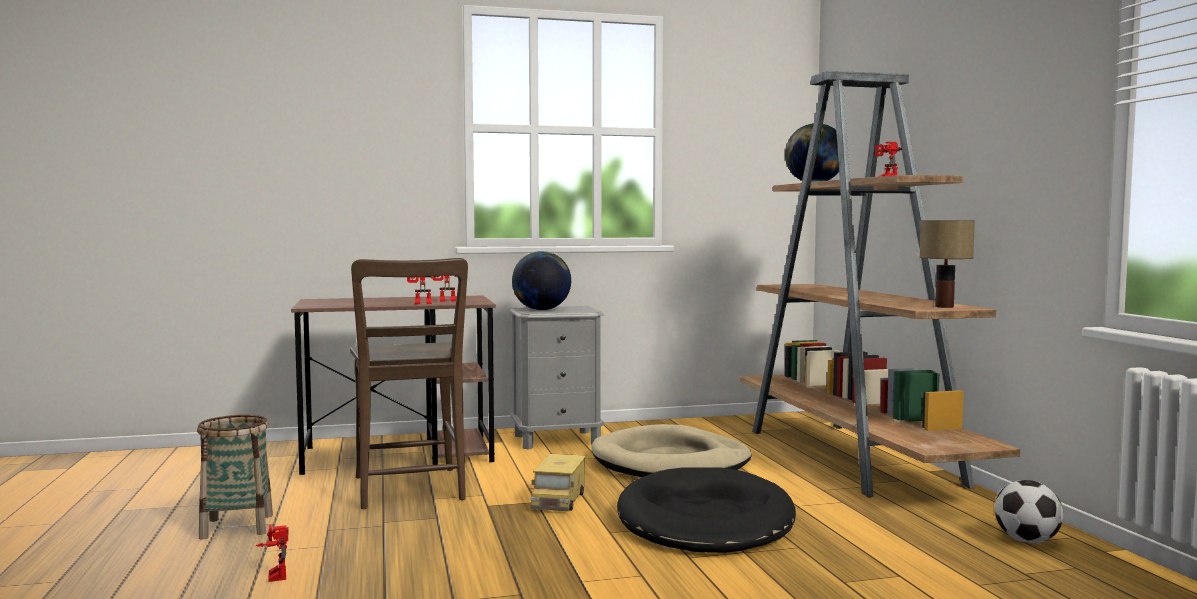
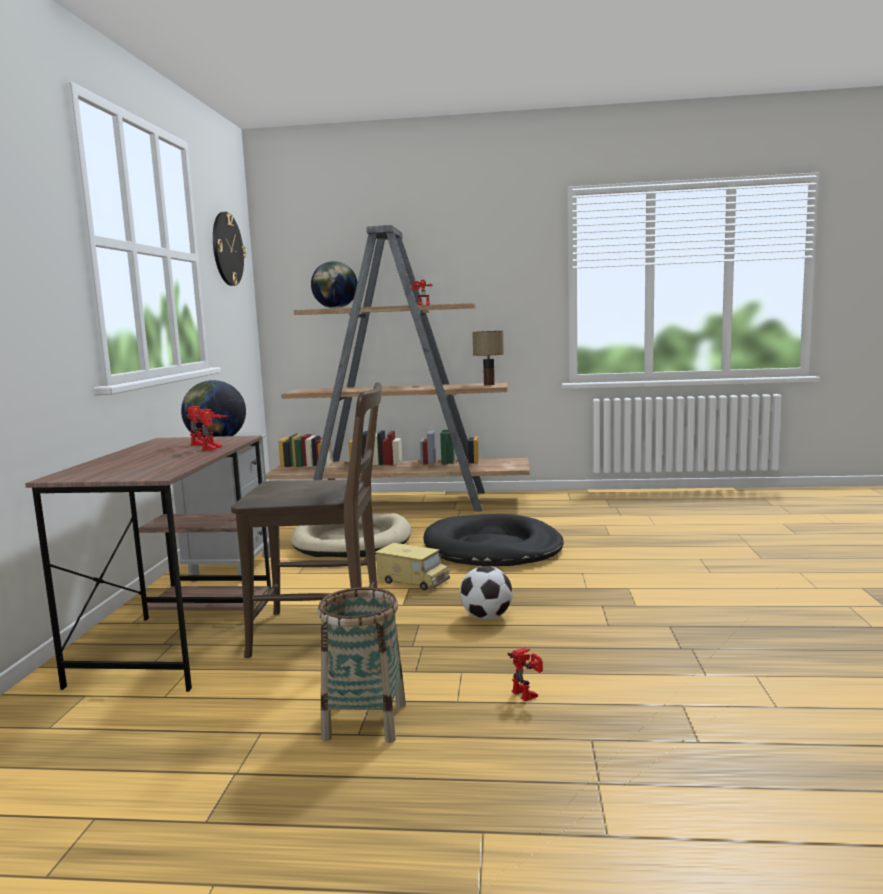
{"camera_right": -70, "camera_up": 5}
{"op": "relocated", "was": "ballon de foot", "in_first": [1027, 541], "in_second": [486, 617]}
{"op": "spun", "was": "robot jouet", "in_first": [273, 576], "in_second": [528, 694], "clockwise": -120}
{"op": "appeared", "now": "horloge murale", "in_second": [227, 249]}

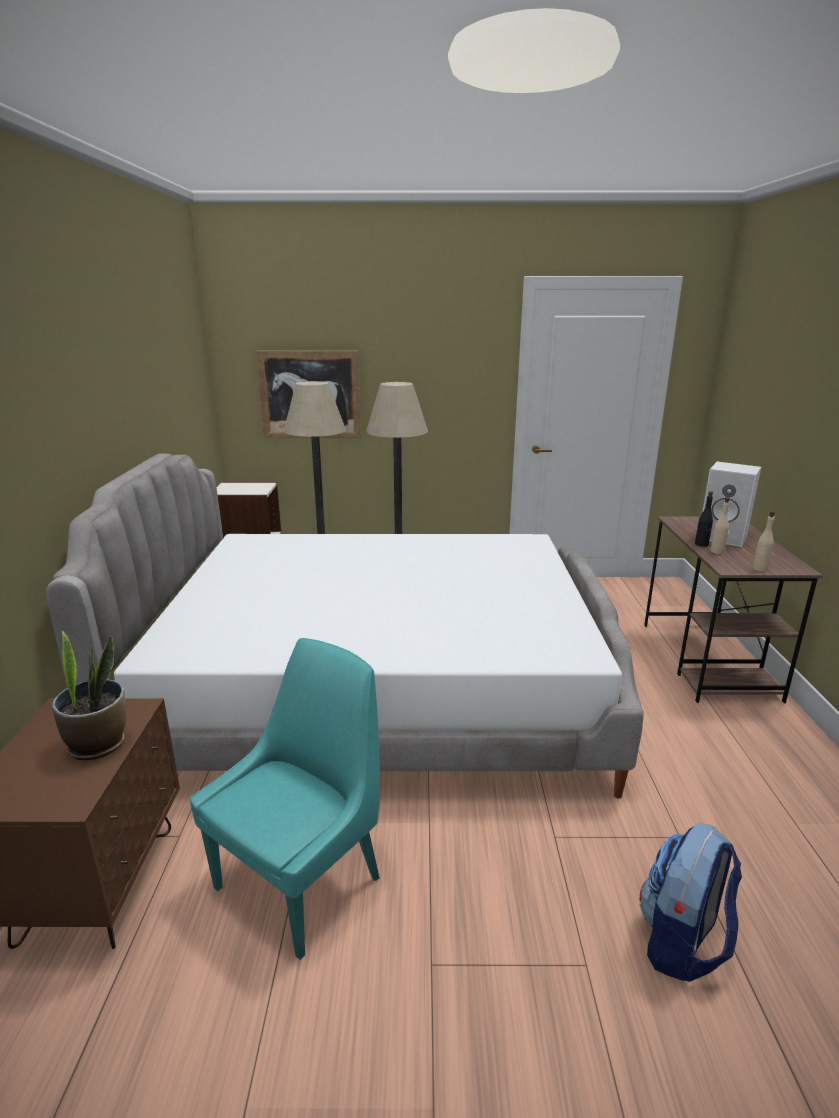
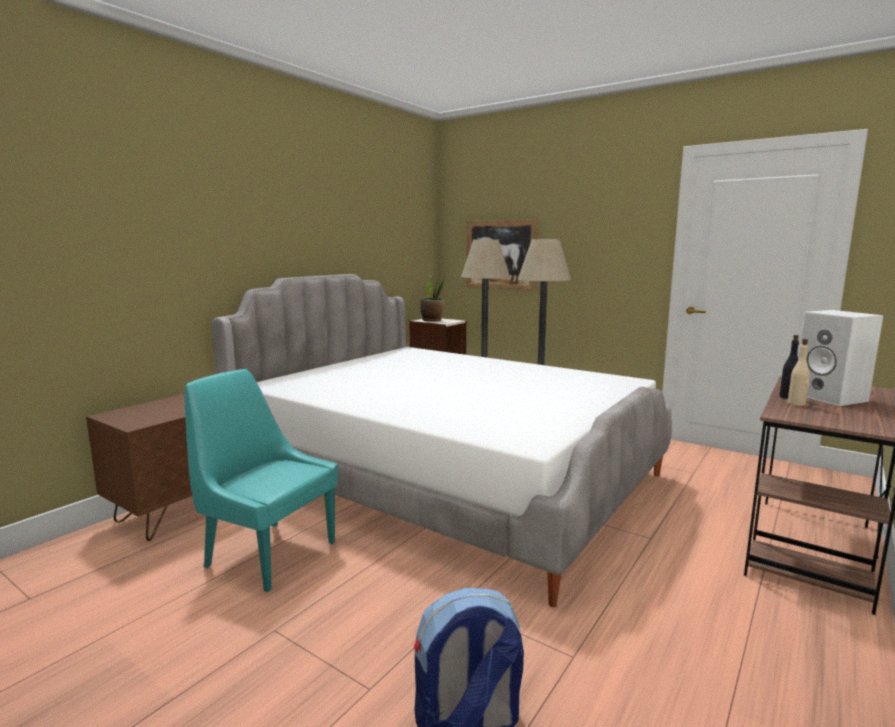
{"camera_right": 35, "camera_up": -10}
{"op": "missing", "was": "bouteille (beige)", "in_first": [759, 569]}
{"op": "relocated", "was": "plante en pot", "in_first": [98, 744], "in_second": [432, 320]}
{"op": "spun", "was": "chaise (turquoise)", "in_first": [303, 879], "in_second": [268, 553], "clockwise": -135}

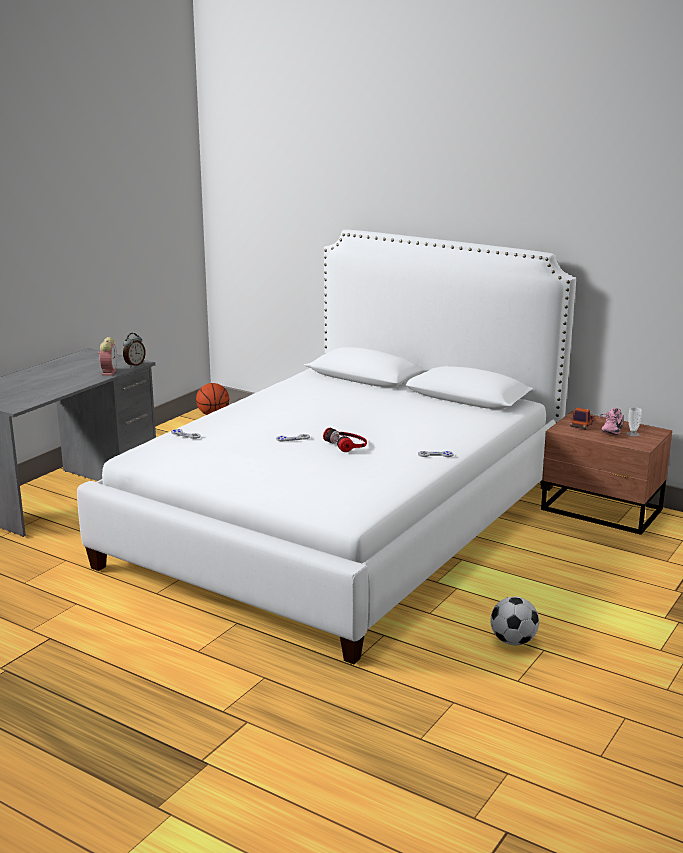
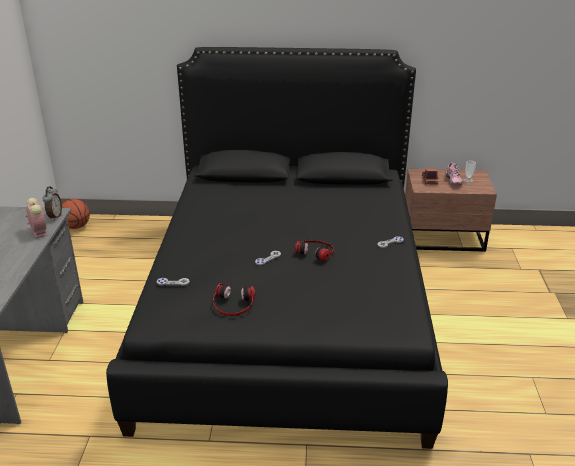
{"camera_right": -30, "camera_up": 10}
{"op": "colour", "was": "lit (blanc)", "now": "lit (noir)", "in_first": [340, 523], "in_second": [286, 308]}
{"op": "missing", "was": "ballon de foot", "in_first": [513, 641]}
{"op": "appeared", "now": "casque audio", "in_second": [233, 304]}

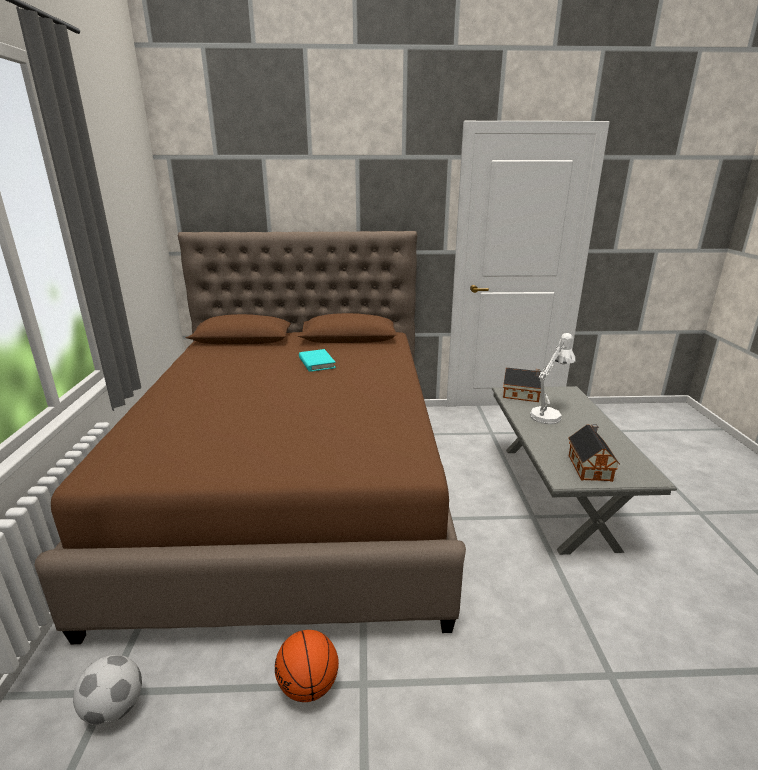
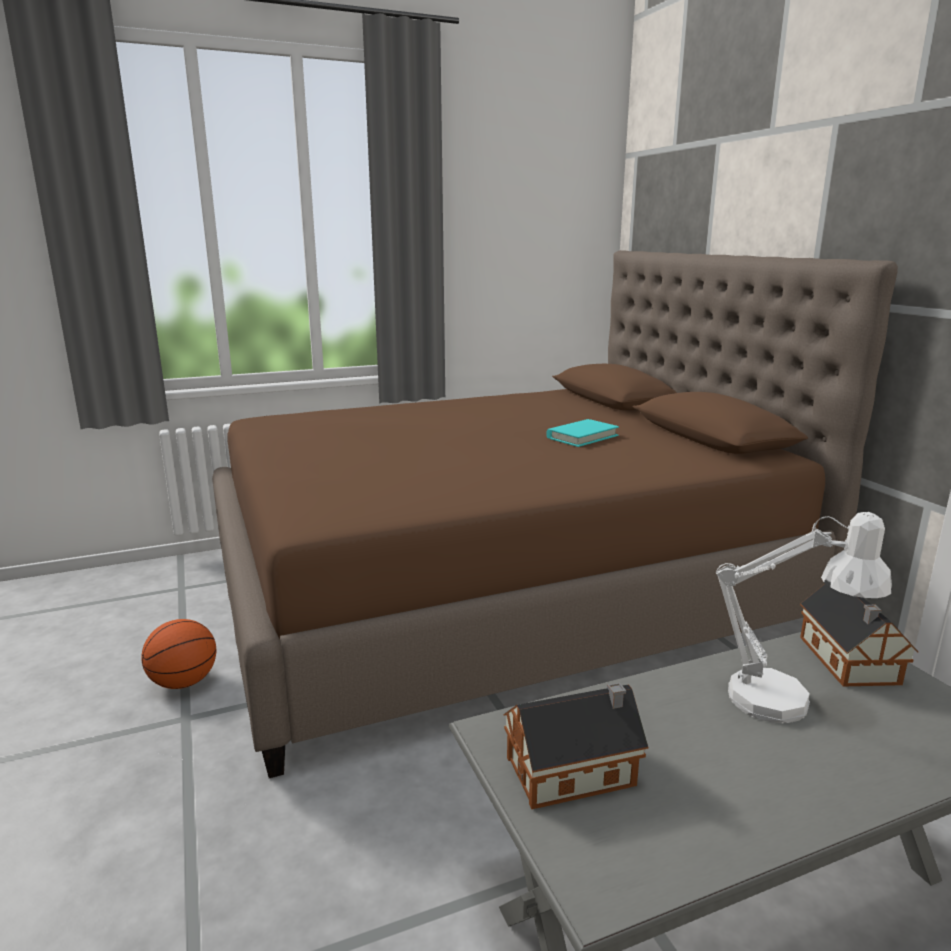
{"camera_right": 70, "camera_up": -5}
{"op": "missing", "was": "ballon de foot", "in_first": [114, 709]}

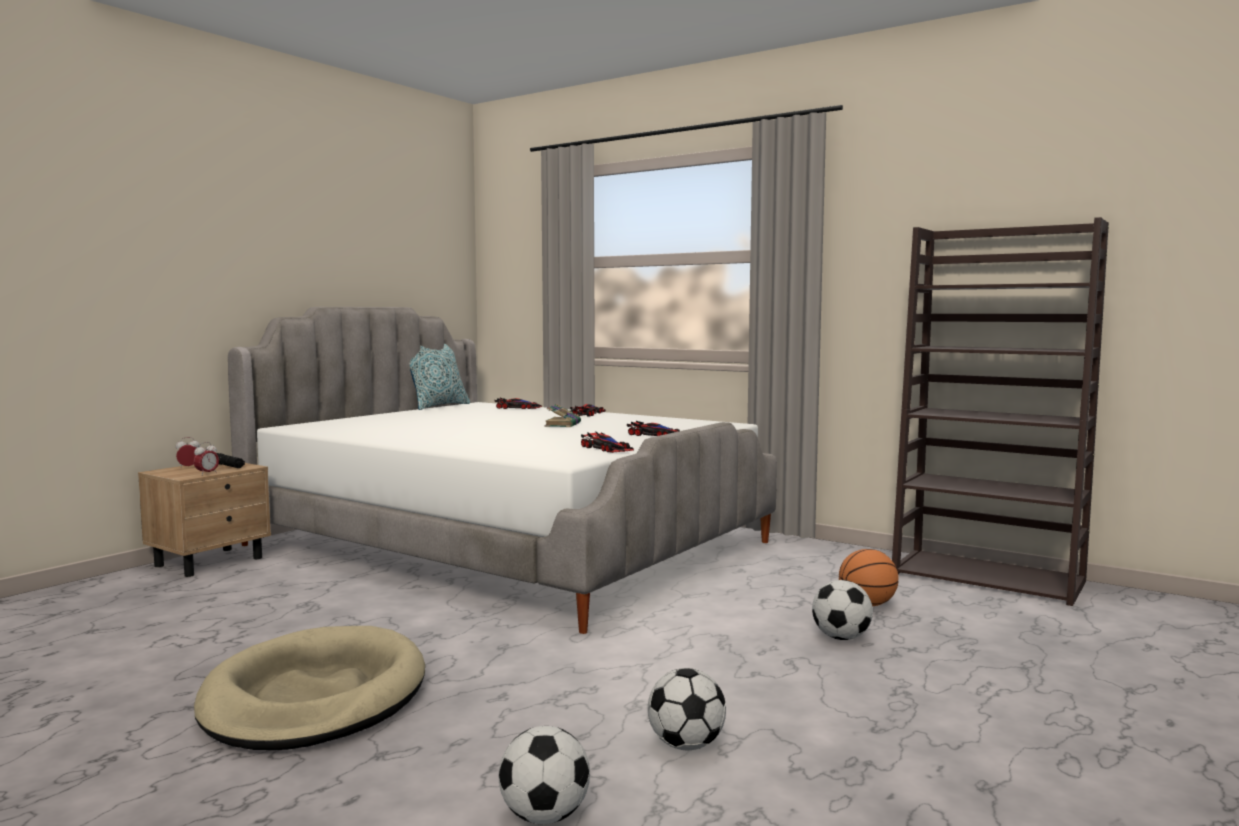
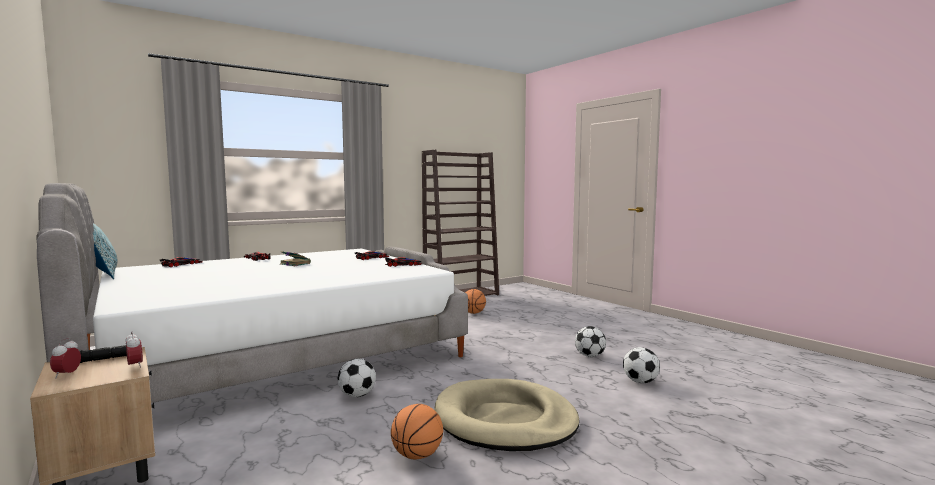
{"camera_right": -70, "camera_up": 0}
{"op": "relocated", "was": "ballon de foot", "in_first": [841, 638], "in_second": [357, 395]}
{"op": "appeared", "now": "ballon de basket", "in_second": [417, 455]}

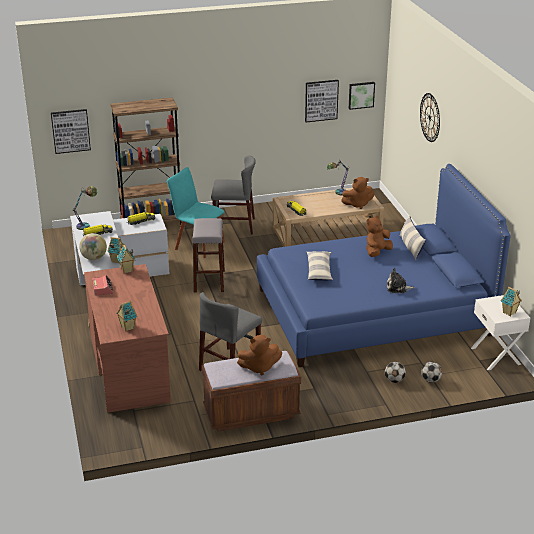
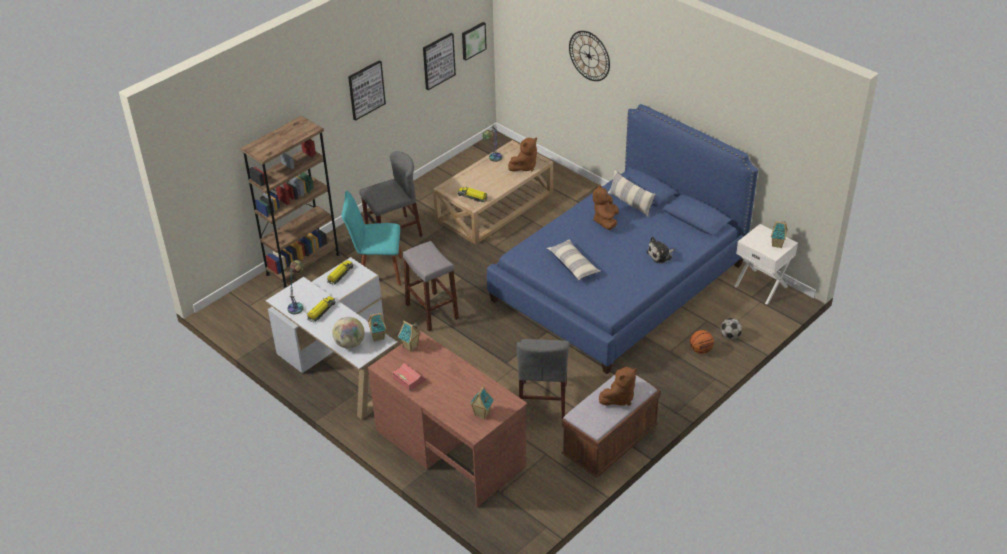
{"camera_right": -30, "camera_up": 10}
{"op": "relocated", "was": "tableau", "in_first": [70, 131], "in_second": [366, 89]}
{"op": "exchanged", "was": "ballon de foot", "now": "ballon de basket", "in_first": [394, 380], "in_second": [700, 350]}

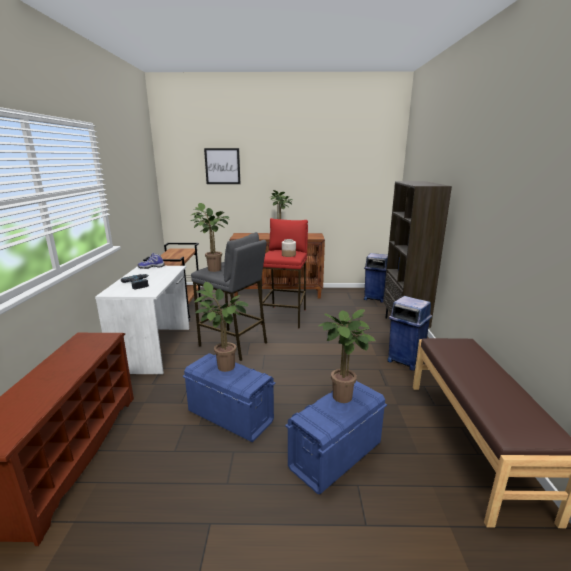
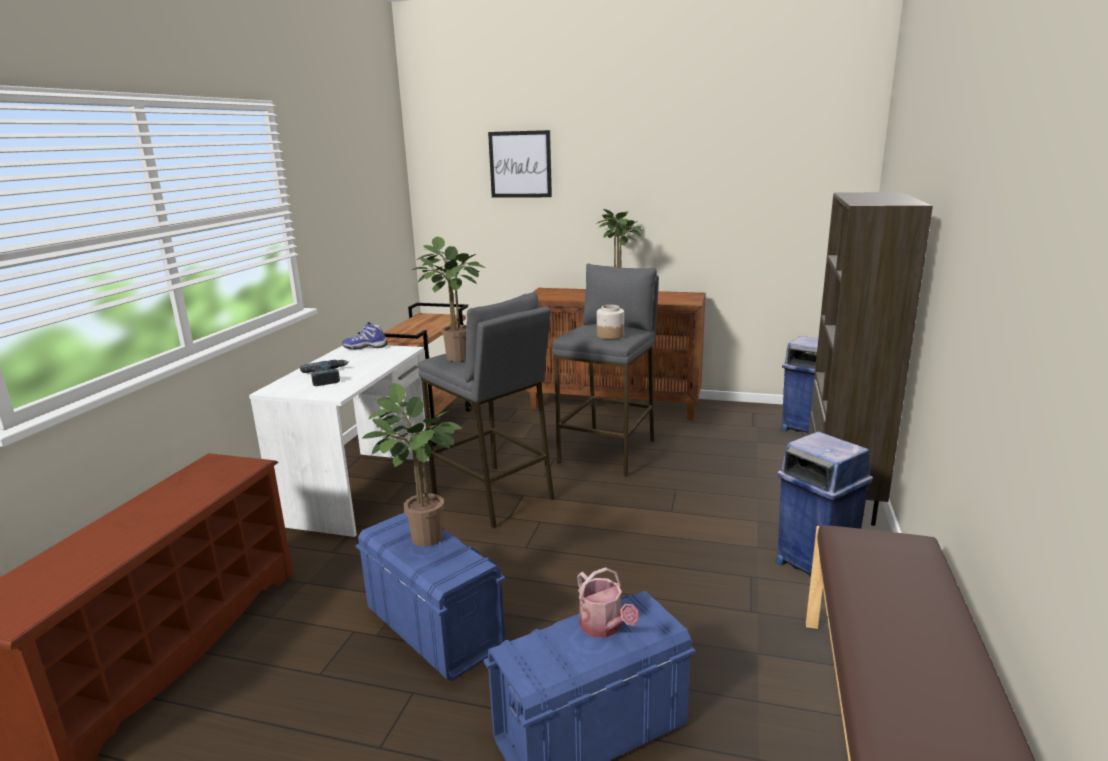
{"camera_right": 15, "camera_up": 0}
{"op": "colour", "was": "tabouret (rouge)", "now": "tabouret (gris)", "in_first": [285, 316], "in_second": [608, 452]}
{"op": "exchanged", "was": "plante en pot", "now": "arrosoir", "in_first": [343, 399], "in_second": [604, 627]}

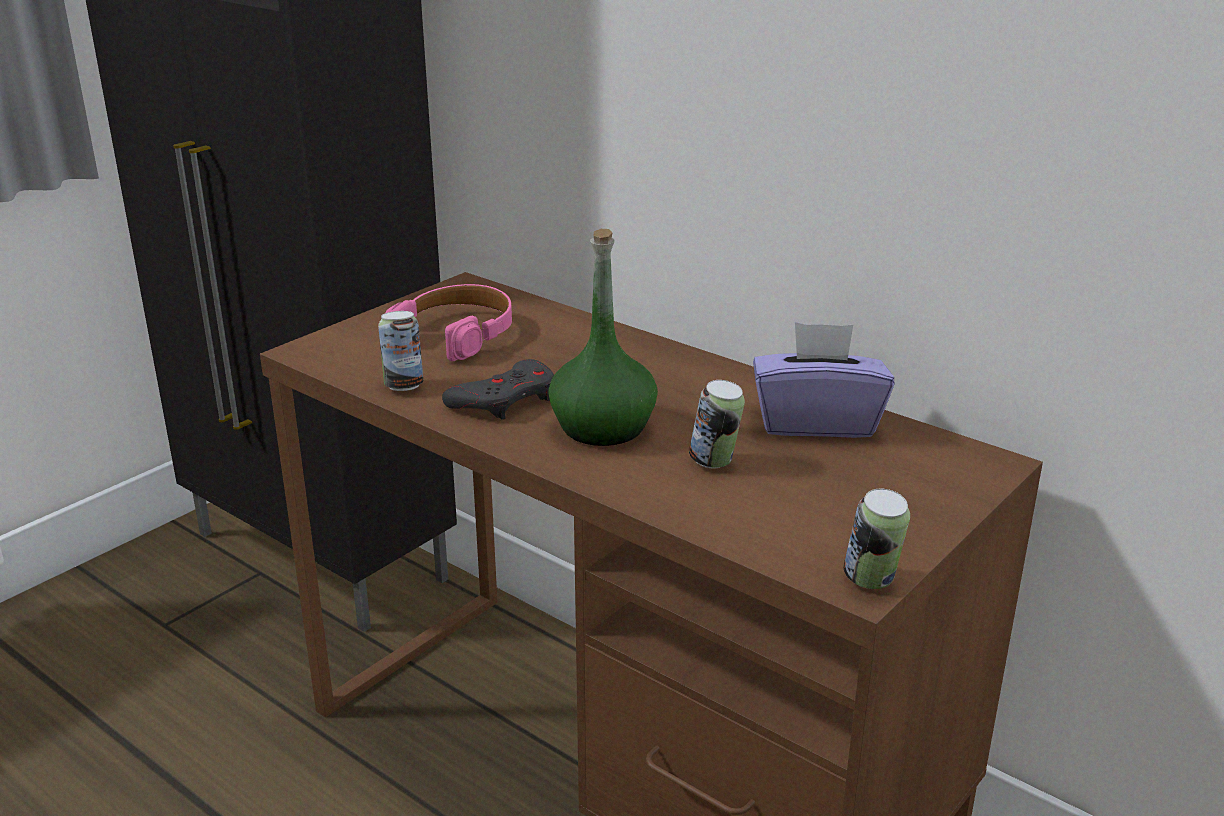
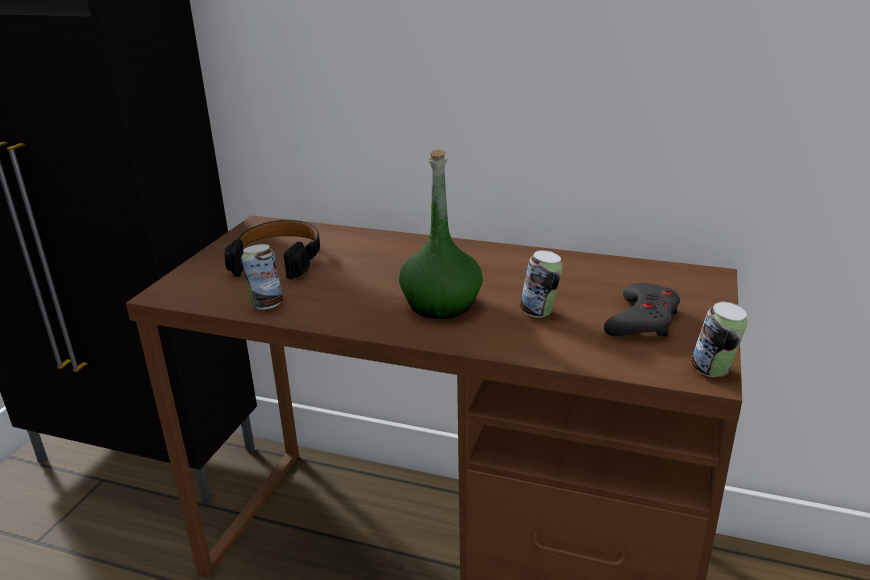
{"camera_right": -20, "camera_up": 0}
{"op": "colour", "was": "casque audio (rose)", "now": "casque audio (noir)", "in_first": [456, 334], "in_second": [278, 259]}
{"op": "missing", "was": "boîte à mouchoirs (violet)", "in_first": [816, 422]}
{"op": "relocated", "was": "manette (gris)", "in_first": [505, 399], "in_second": [642, 319]}

